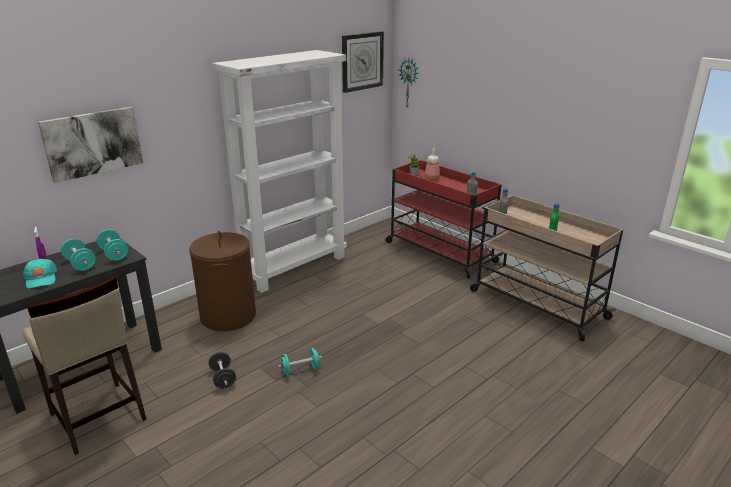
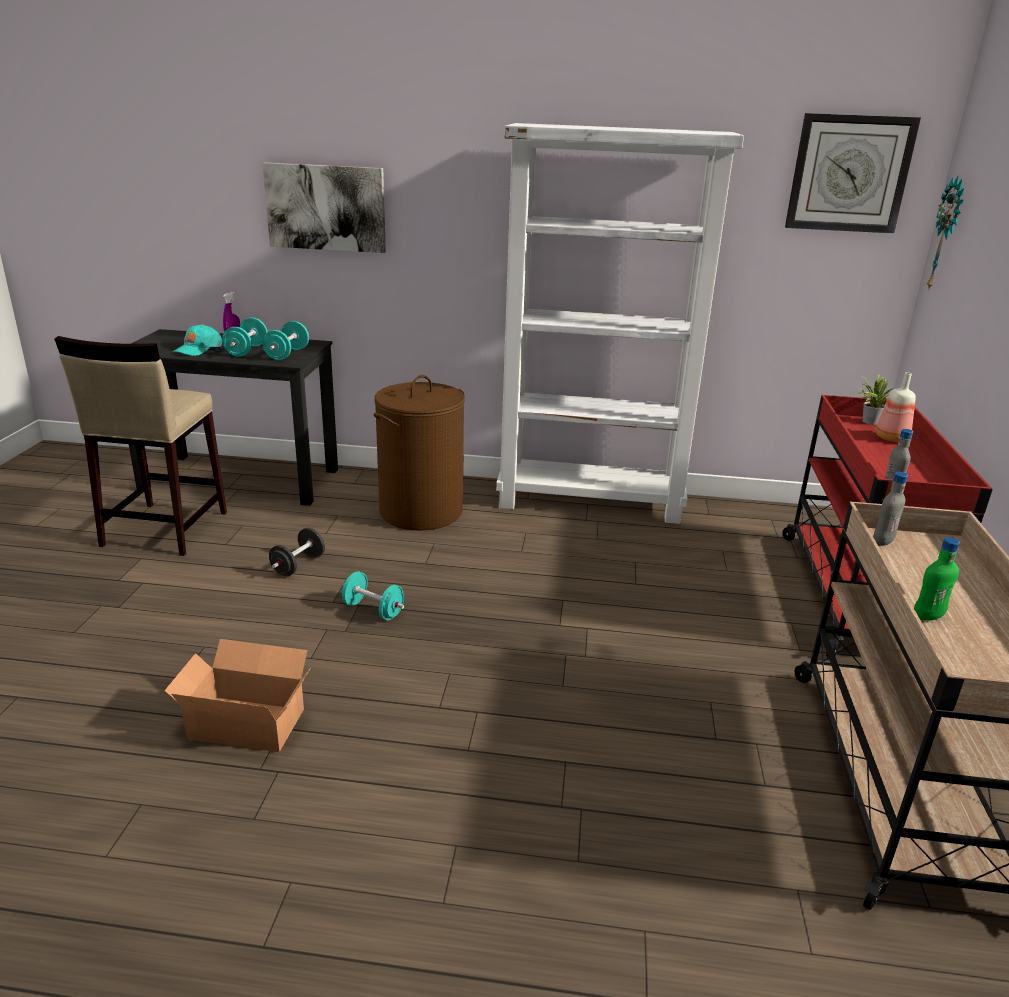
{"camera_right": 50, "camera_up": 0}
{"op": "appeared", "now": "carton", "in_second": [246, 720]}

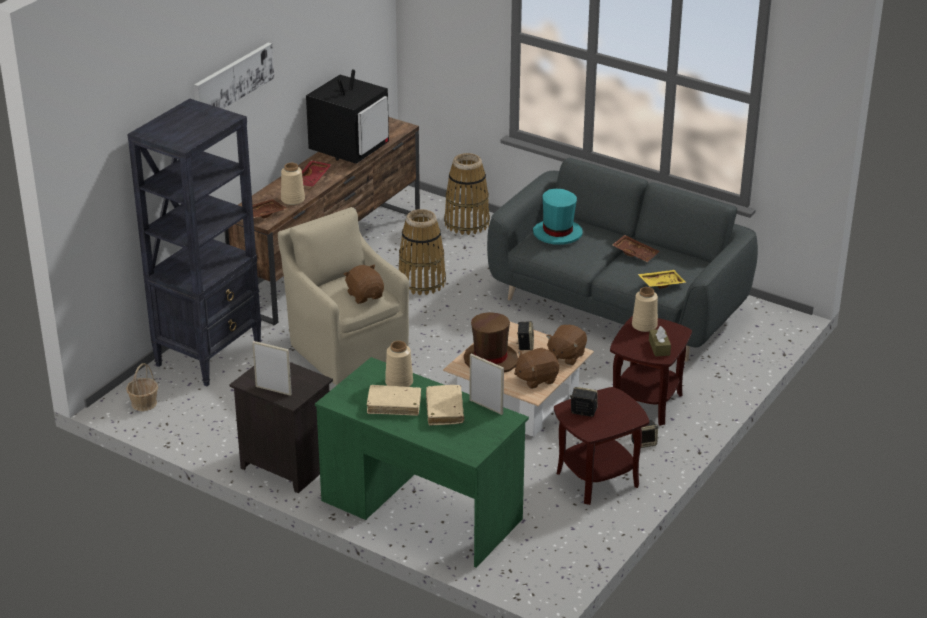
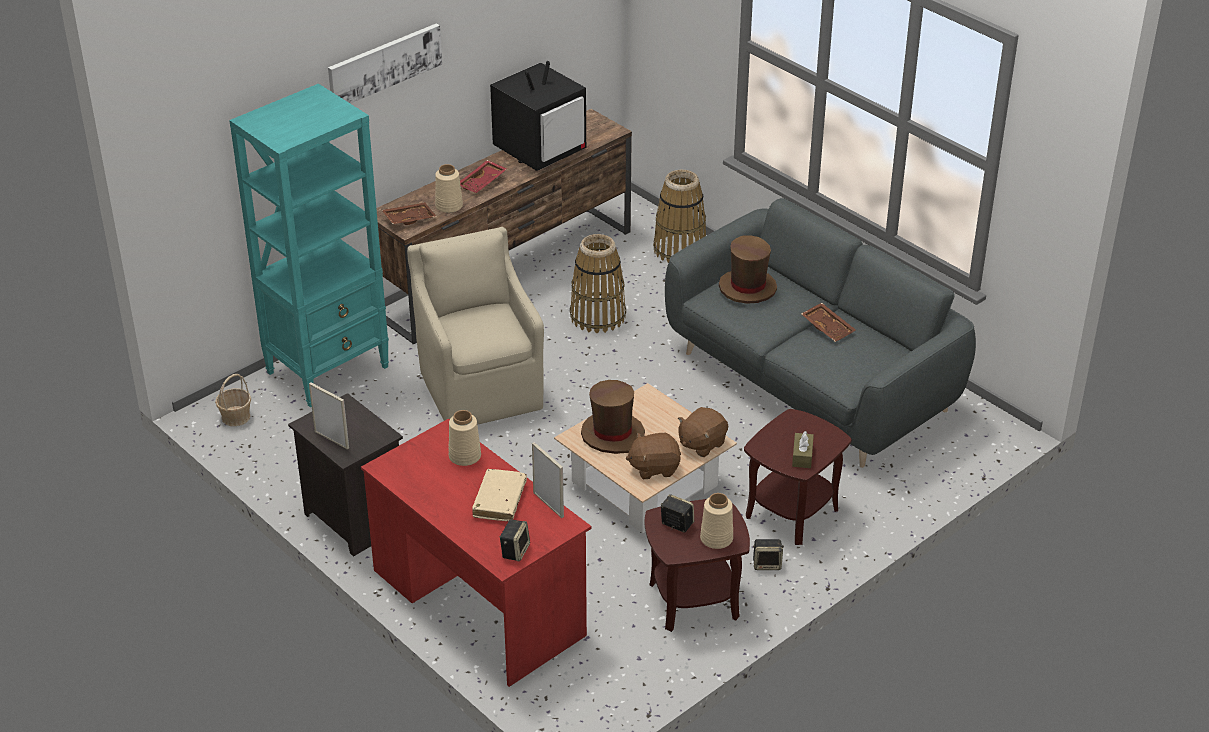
{"camera_right": 15, "camera_up": 5}
{"op": "colour", "was": "bibliothèque (noir)", "now": "bibliothèque (turquoise)", "in_first": [209, 355], "in_second": [329, 369]}
{"op": "colour", "was": "chapeau (turquoise)", "now": "chapeau (marron)", "in_first": [557, 233], "in_second": [747, 288]}
{"op": "missing", "was": "peluche (marron)", "in_first": [365, 295]}
{"op": "missing", "was": "plateau (jaune)", "in_first": [661, 283]}
{"op": "relocated", "was": "vase (beige)", "in_first": [644, 325], "in_second": [716, 538]}
{"op": "relocated", "was": "enceinte", "in_first": [525, 345], "in_second": [515, 550]}
{"op": "colour", "was": "bureau (vert)", "now": "bureau (rouge)", "in_first": [421, 510], "in_second": [478, 602]}
{"op": "missing", "was": "livre (beige)", "in_first": [394, 405]}

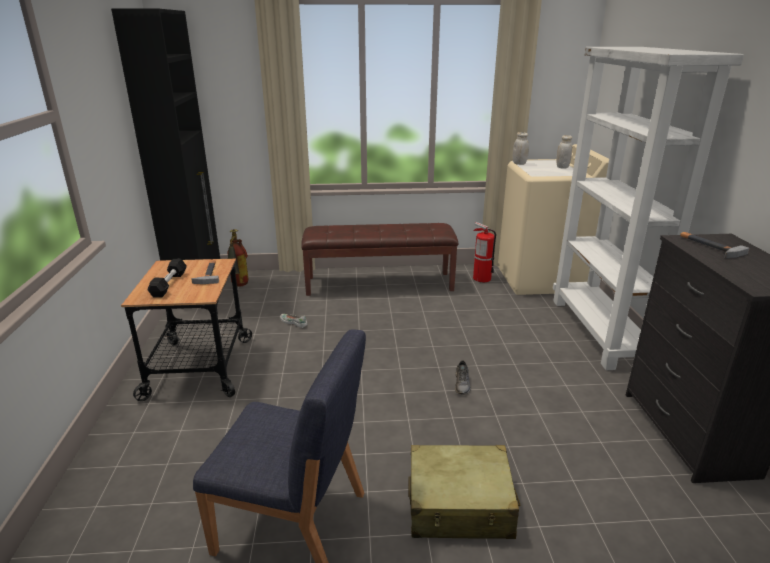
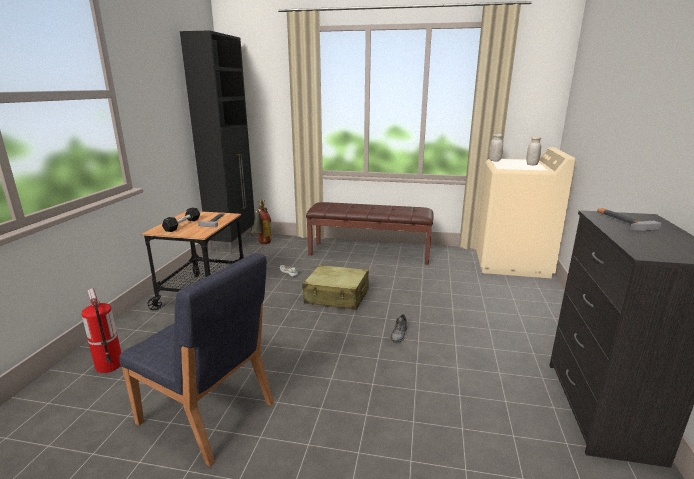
{"camera_right": 15, "camera_up": -5}
{"op": "missing", "was": "bibliothèque (blanc)", "in_first": [599, 332]}
{"op": "relocated", "was": "extincteur", "in_first": [481, 278], "in_second": [109, 365]}
{"op": "relocated", "was": "valise (beige)", "in_first": [460, 505], "in_second": [337, 296]}

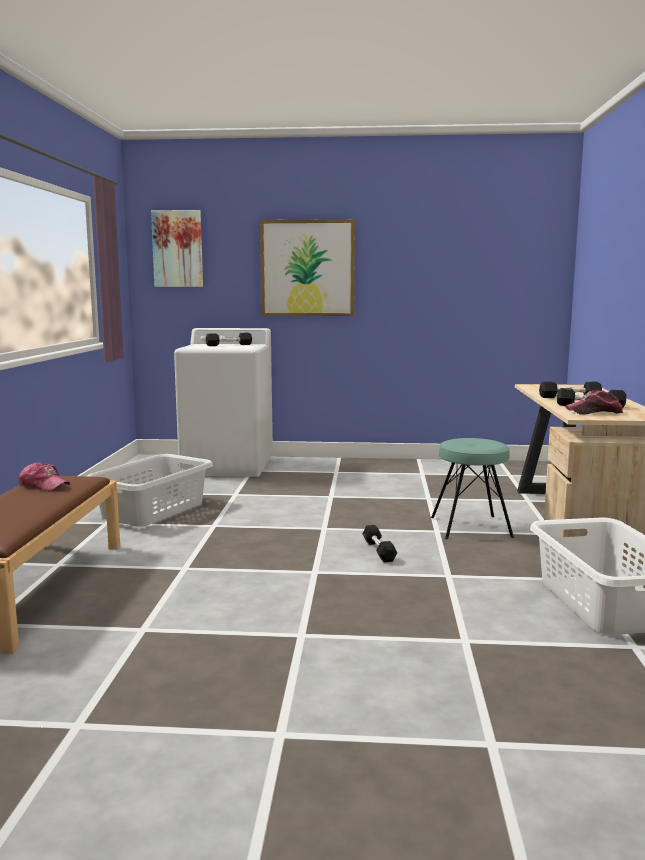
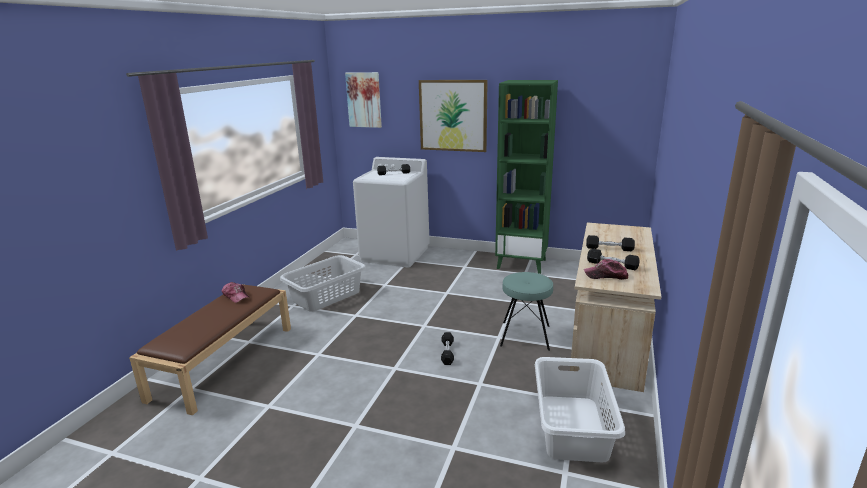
{"camera_right": 15, "camera_up": 10}
{"op": "appeared", "now": "bibliothèque (vert)", "in_second": [522, 264]}

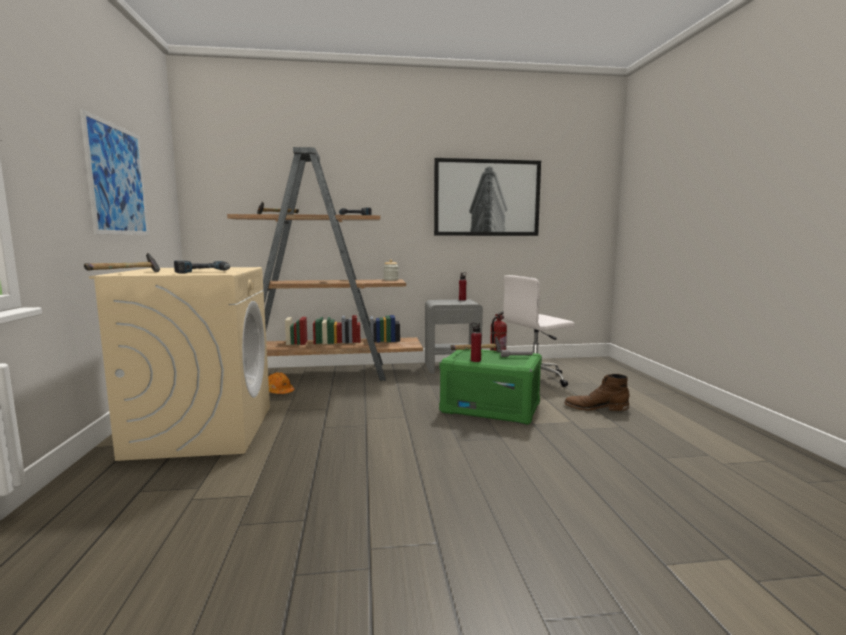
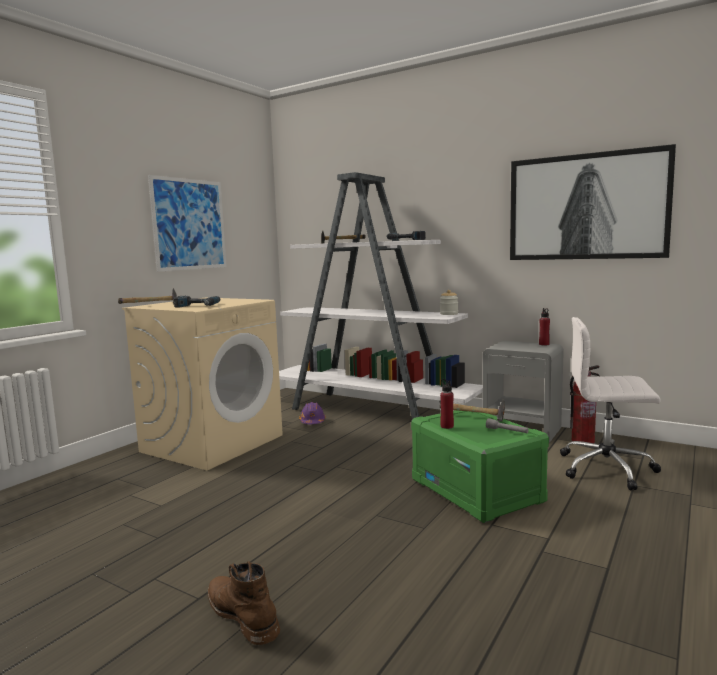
{"camera_right": 40, "camera_up": 0}
{"op": "colour", "was": "bibliothèque (marron)", "now": "bibliothèque (blanc)", "in_first": [318, 374], "in_second": [371, 410]}
{"op": "colour", "was": "casque de chantier (orange)", "now": "casque de chantier (violet)", "in_first": [279, 392], "in_second": [312, 422]}
{"op": "relocated", "was": "botte (marron)", "in_first": [595, 407], "in_second": [242, 615]}

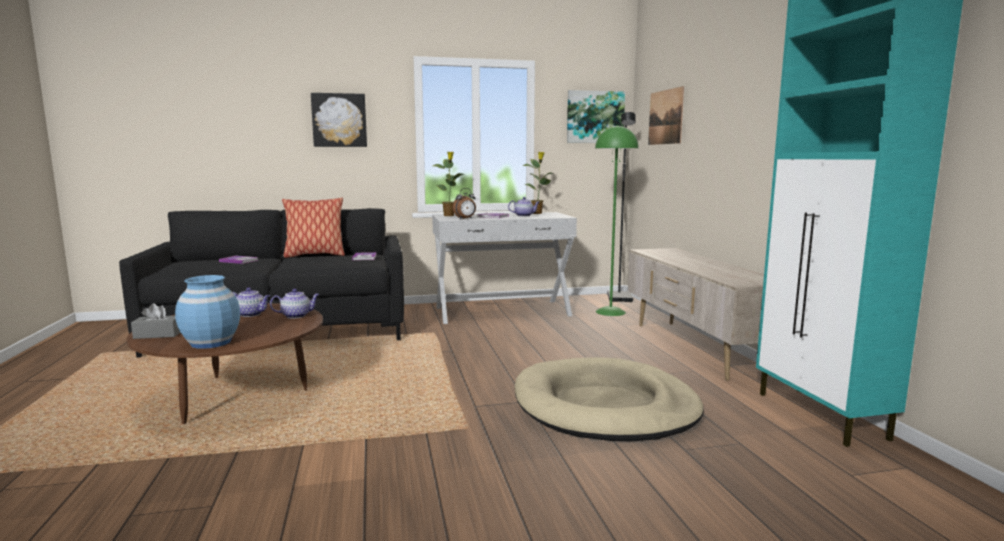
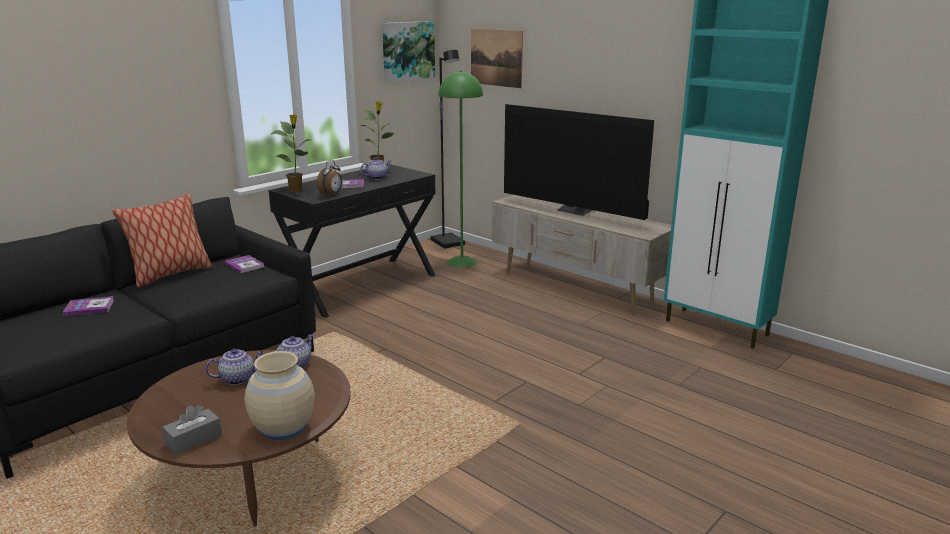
{"camera_right": -35, "camera_up": 10}
{"op": "missing", "was": "tableau", "in_first": [339, 120]}
{"op": "colour", "was": "table console (blanc)", "now": "table console (noir)", "in_first": [502, 311], "in_second": [361, 285]}
{"op": "colour", "was": "vase (bleu)", "now": "vase (beige)", "in_first": [211, 342], "in_second": [283, 427]}
{"op": "missing", "was": "panier pour chien (beige)", "in_first": [605, 406]}
{"op": "appeared", "now": "téléviseur", "in_second": [575, 210]}

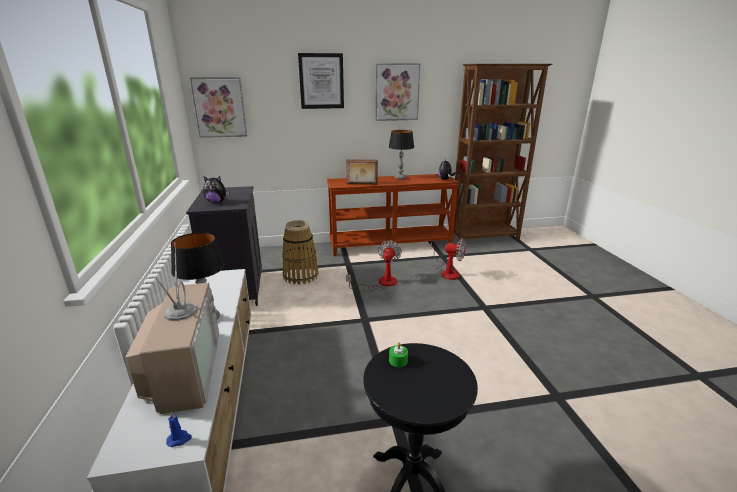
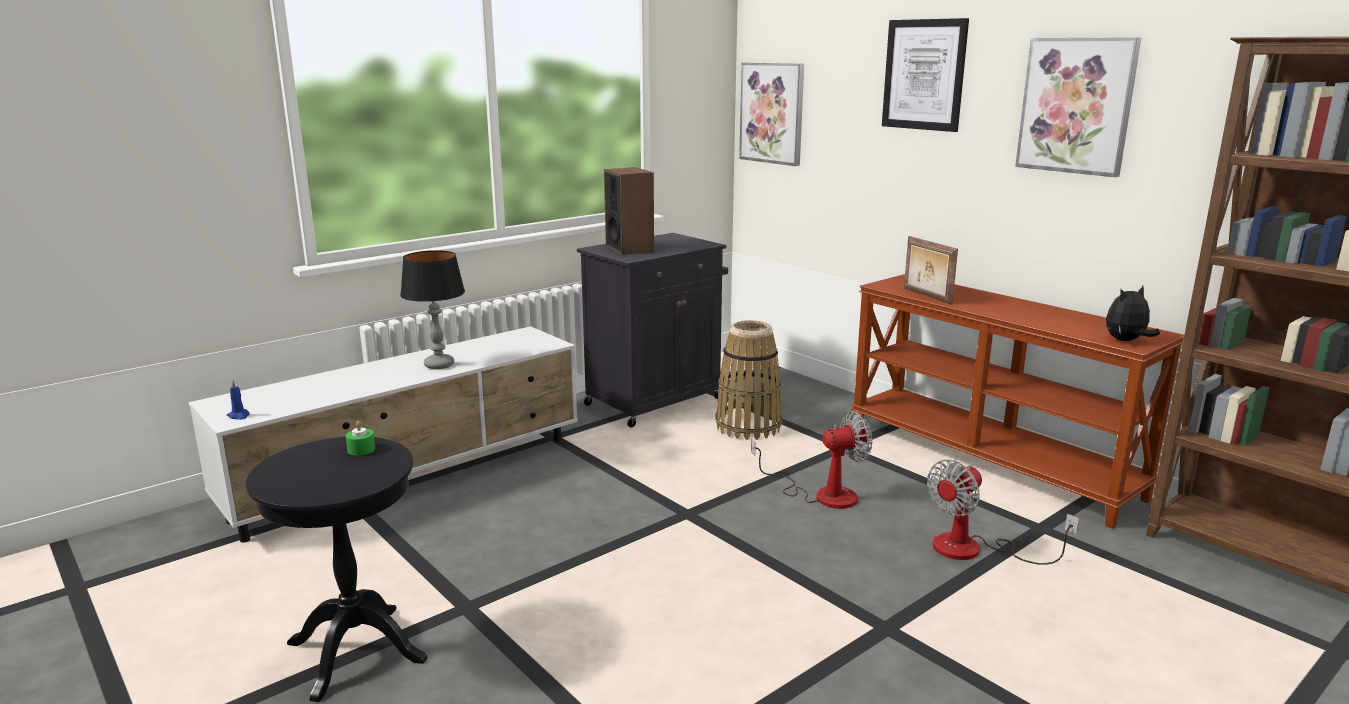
{"camera_right": 60, "camera_up": -5}
{"op": "missing", "was": "lampe de table", "in_first": [400, 178]}
{"op": "exchanged", "was": "peluche", "now": "enceinte", "in_first": [216, 202], "in_second": [629, 248]}
{"op": "spun", "was": "ventilateur", "in_first": [447, 272], "in_second": [974, 549], "clockwise": 60}
{"op": "missing", "was": "téléviseur", "in_first": [184, 369]}

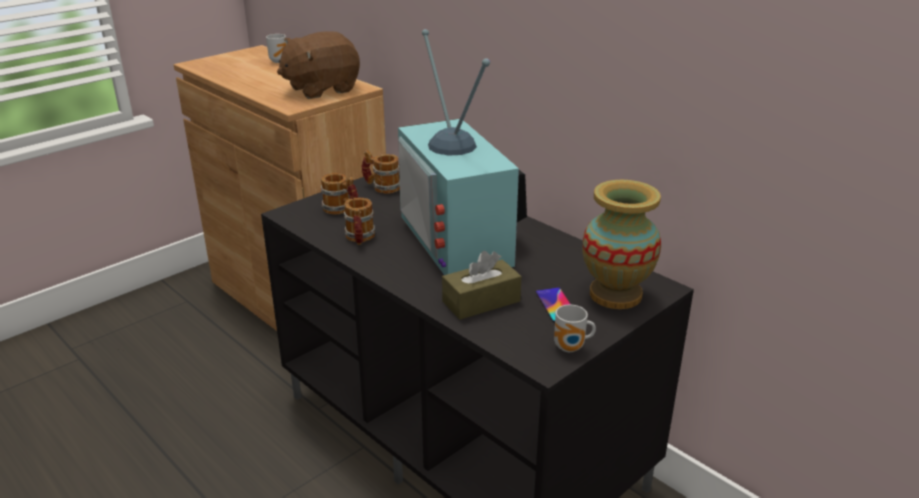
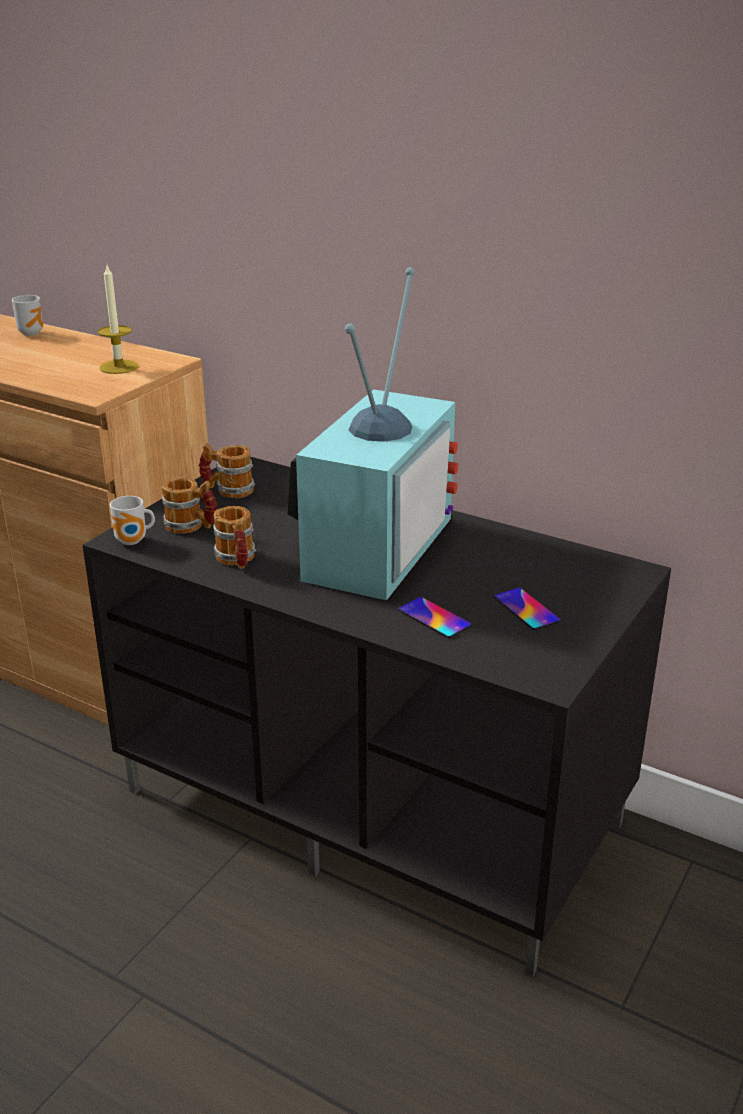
{"camera_right": -15, "camera_up": 0}
{"op": "spun", "was": "téléviseur", "in_first": [463, 240], "in_second": [371, 545], "clockwise": -120}
{"op": "exchanged", "was": "peluche (marron)", "now": "bougie", "in_first": [321, 89], "in_second": [118, 367]}
{"op": "missing", "was": "vase", "in_first": [615, 295]}
{"op": "exchanged", "was": "boîte à mouchoirs (marron)", "now": "téléphone", "in_first": [481, 301], "in_second": [434, 618]}
{"op": "relocated", "was": "mug", "in_first": [571, 348], "in_second": [133, 541]}

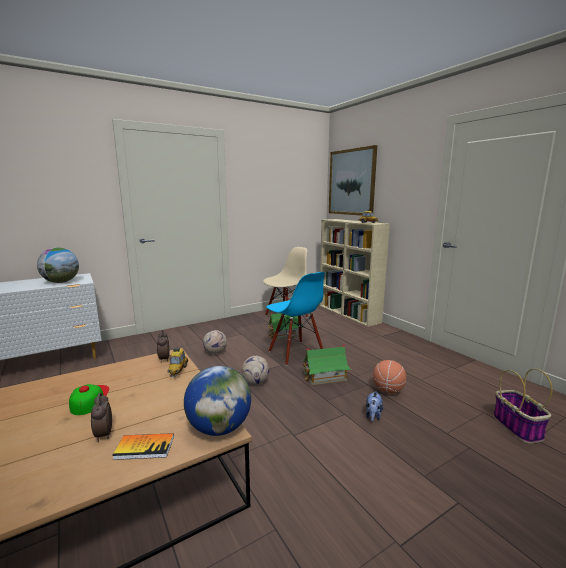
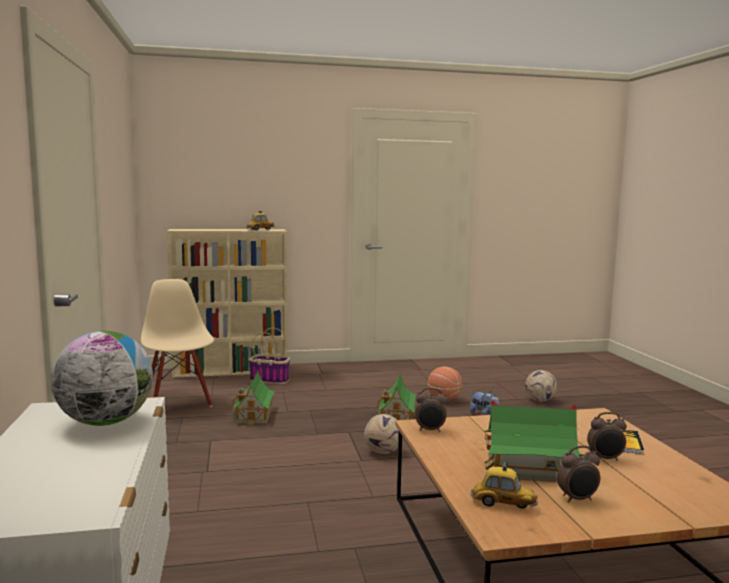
{"camera_right": -70, "camera_up": -5}
{"op": "missing", "was": "tableau", "in_first": [351, 182]}
{"op": "missing", "was": "chaise (bleu)", "in_first": [295, 353]}
{"op": "relocated", "was": "ballon de foot", "in_first": [215, 352], "in_second": [540, 400]}
{"op": "relocated", "was": "petite voiture", "in_first": [178, 371], "in_second": [503, 504]}
{"op": "missing", "was": "globe", "in_first": [219, 428]}
{"op": "relocated", "was": "panier", "in_first": [518, 427], "in_second": [270, 380]}
{"op": "exchanged", "was": "casquette", "now": "maison miniature", "in_first": [89, 399], "in_second": [528, 469]}
{"op": "appeared", "now": "réveil", "in_second": [577, 499]}

